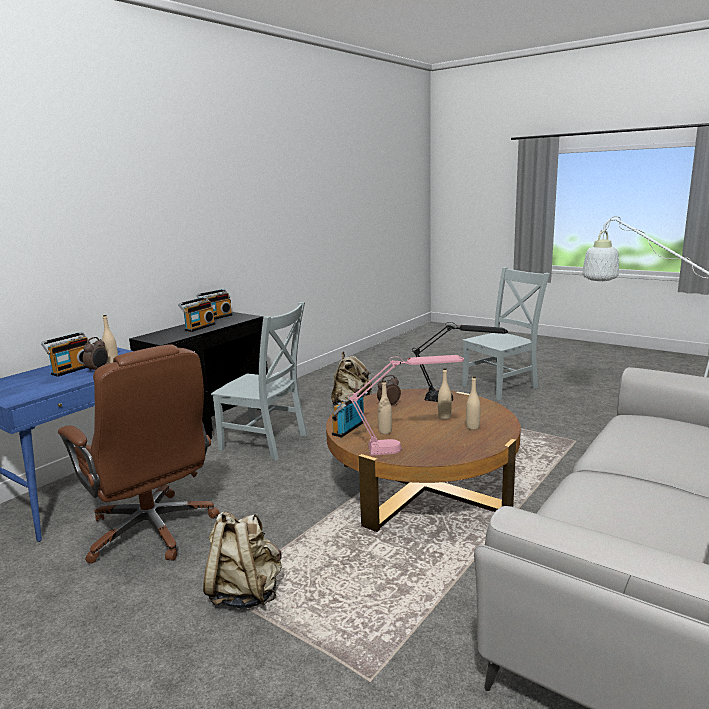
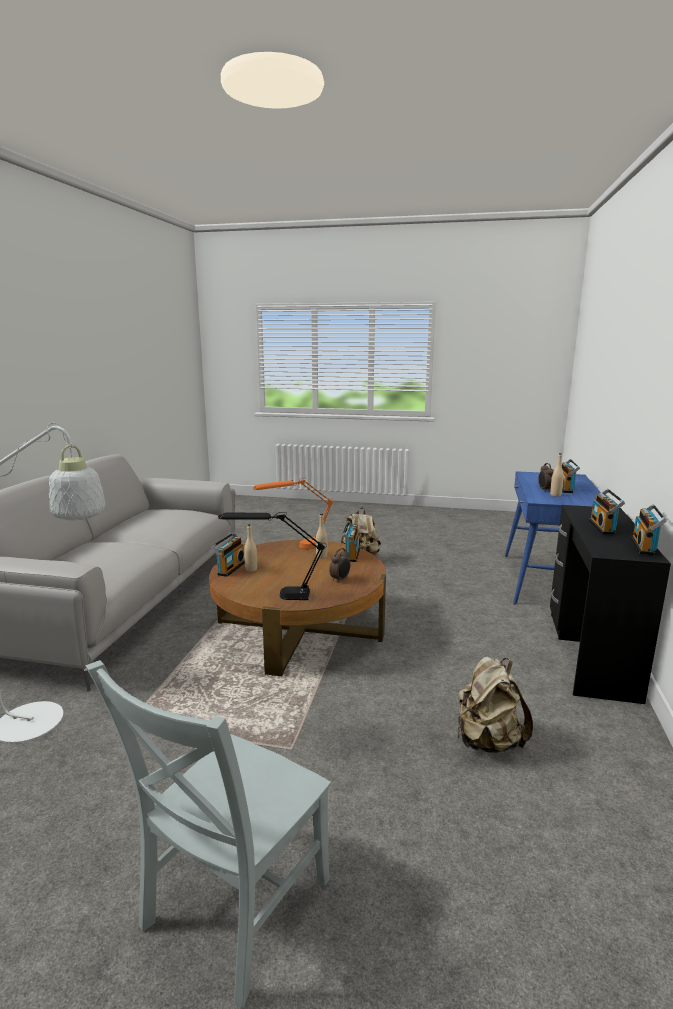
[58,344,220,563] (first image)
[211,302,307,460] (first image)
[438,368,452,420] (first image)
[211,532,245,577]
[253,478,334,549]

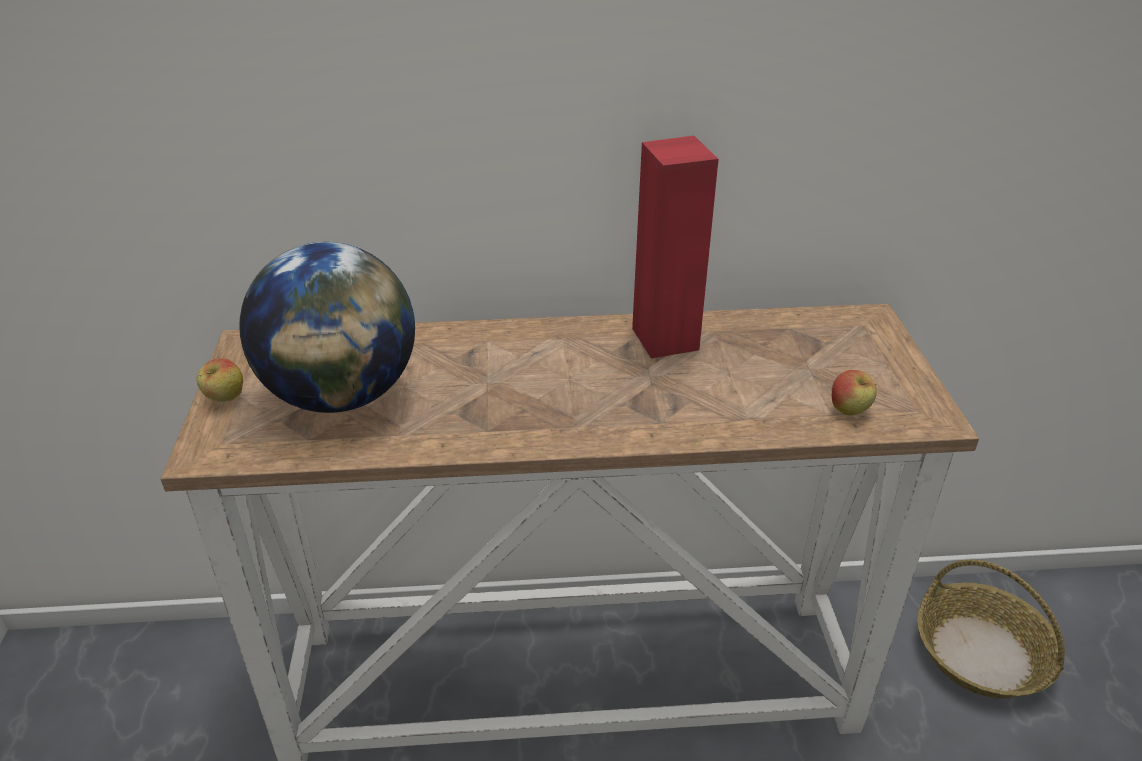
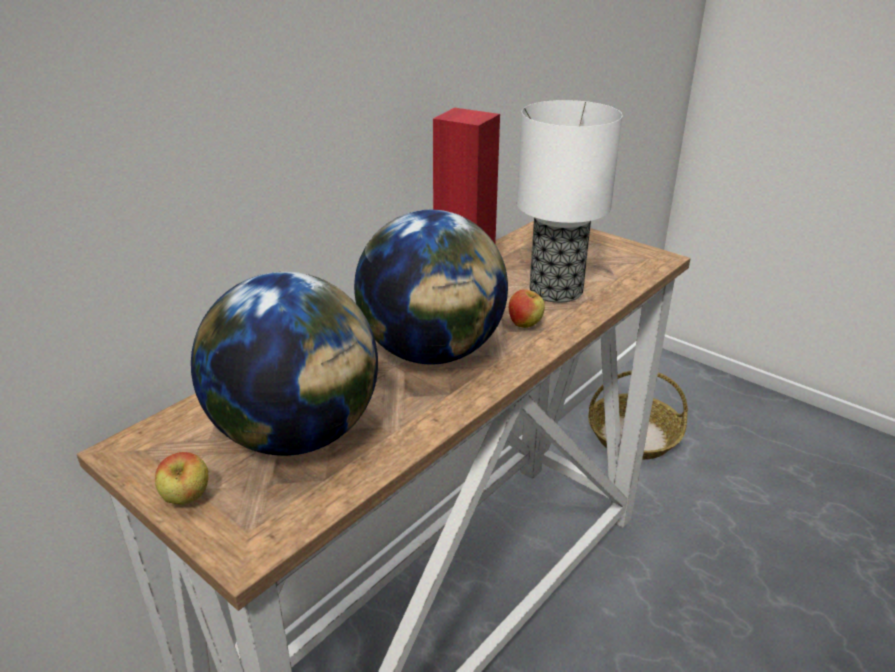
[354,210,508,364]
[517,100,622,303]
[509,289,545,328]

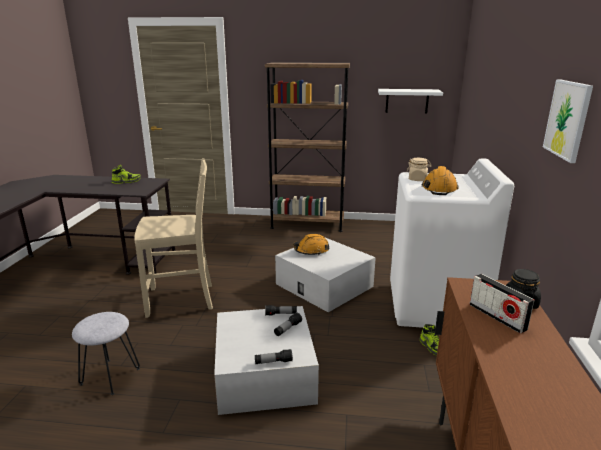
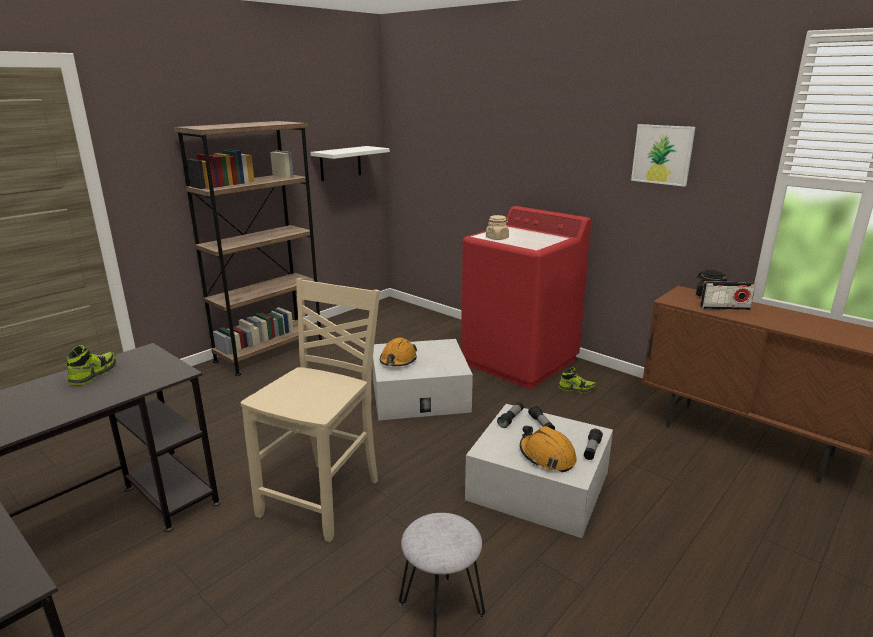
[520,425,577,472]
[461,206,591,389]

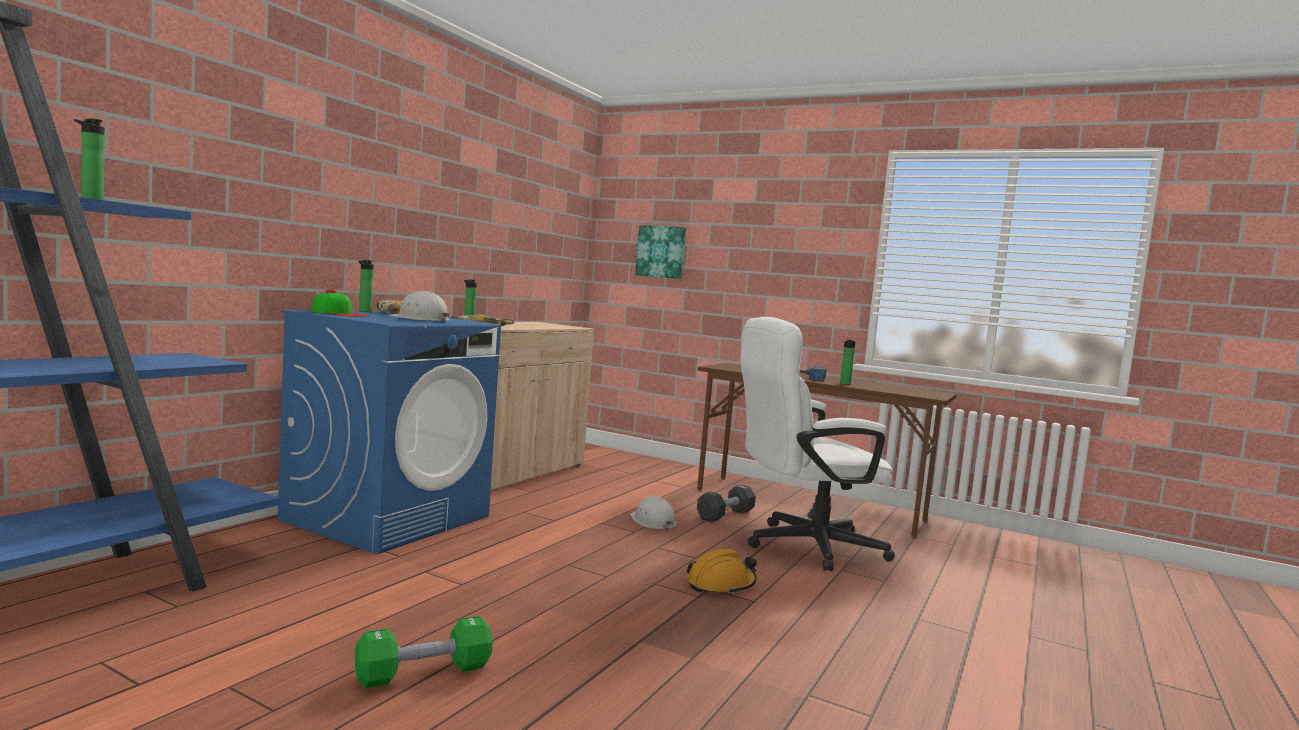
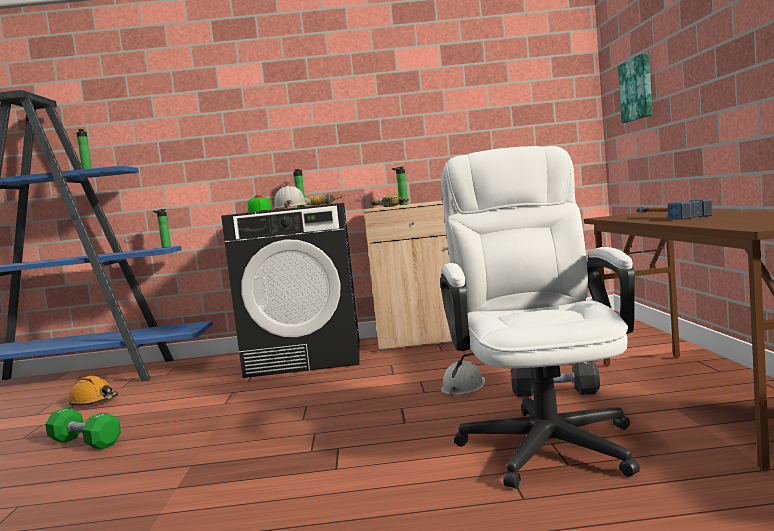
[68,376,118,407]
[153,209,171,248]
[221,203,360,378]
[440,146,640,489]

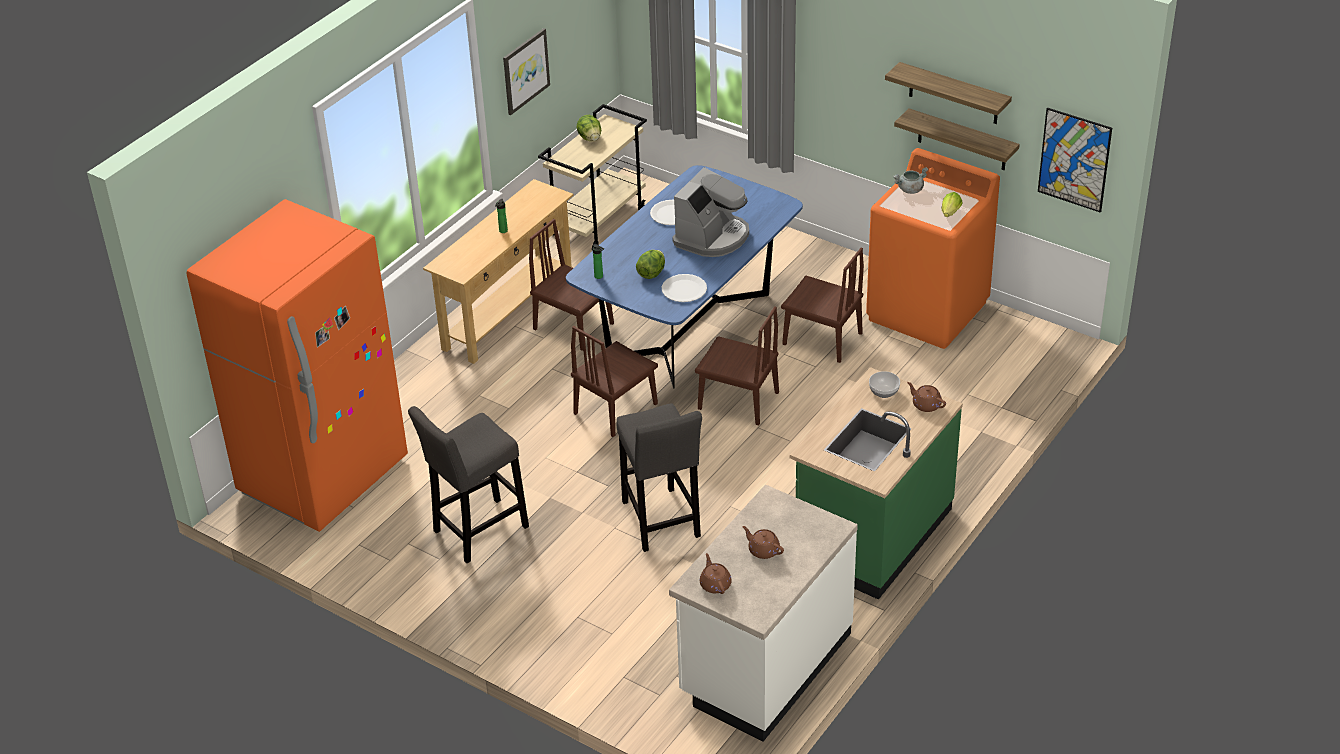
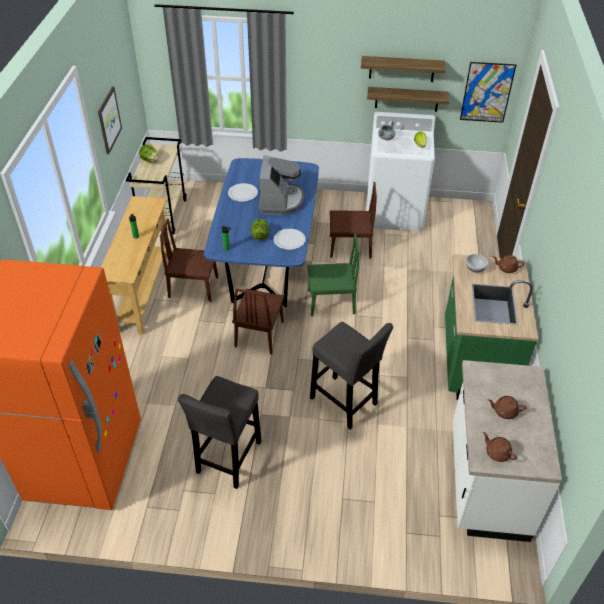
[307,234,360,316]
[366,112,435,232]

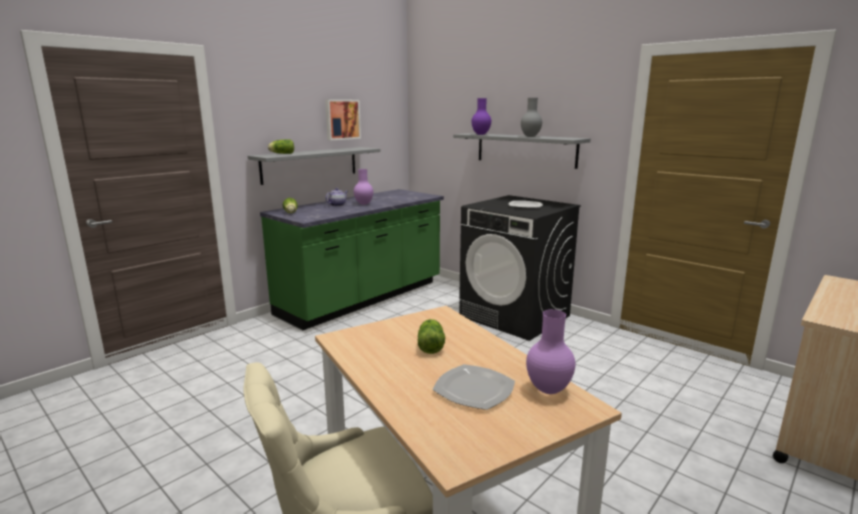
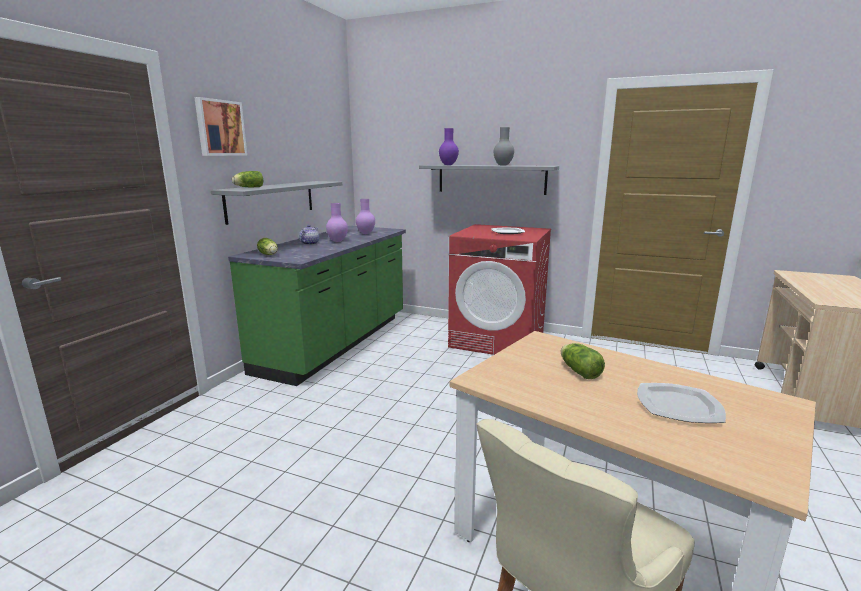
[194,97,247,156]
[356,199,375,234]
[448,224,551,355]

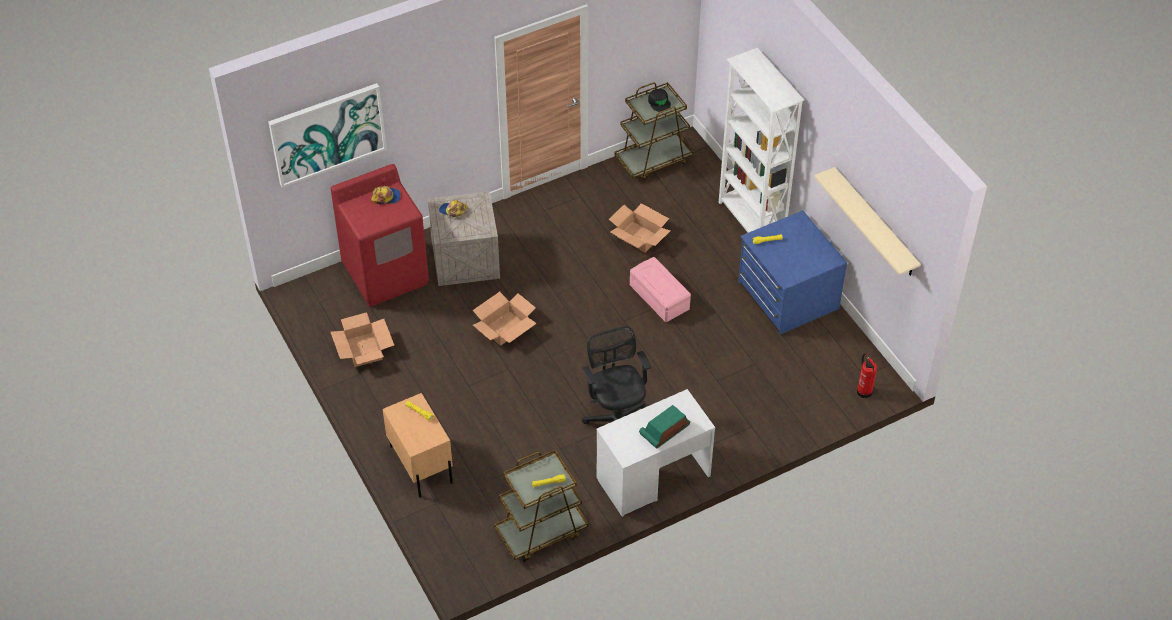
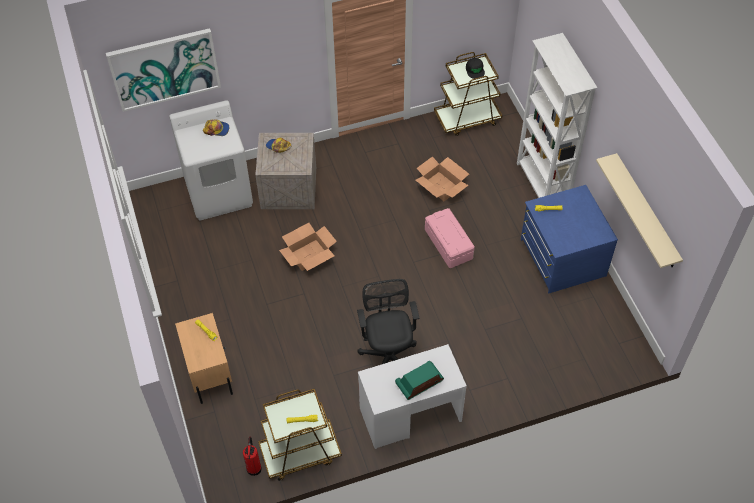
[331,312,394,367] (first image)
[243,437,262,476]
[169,100,253,221]

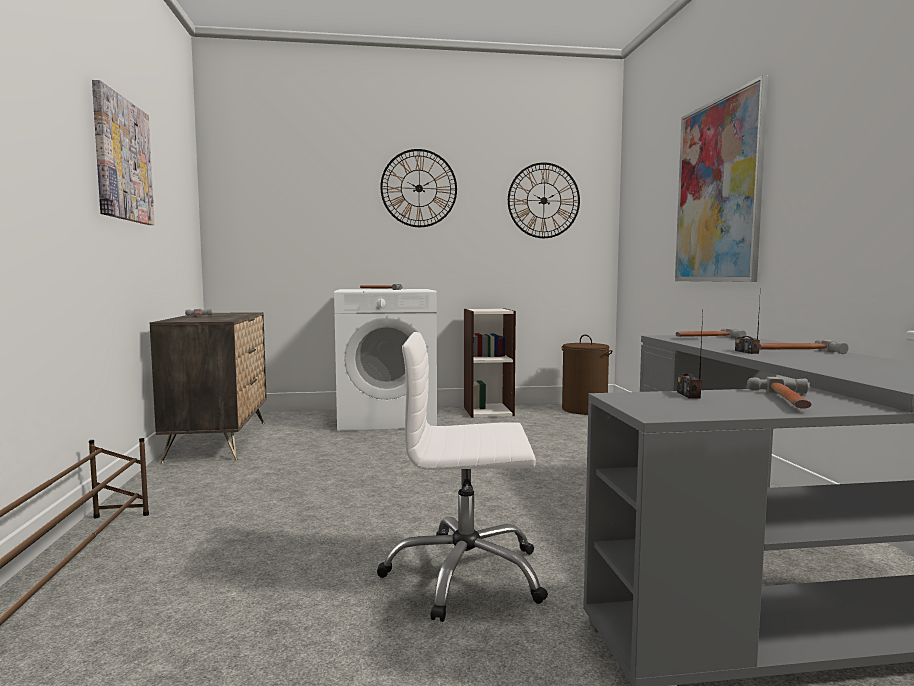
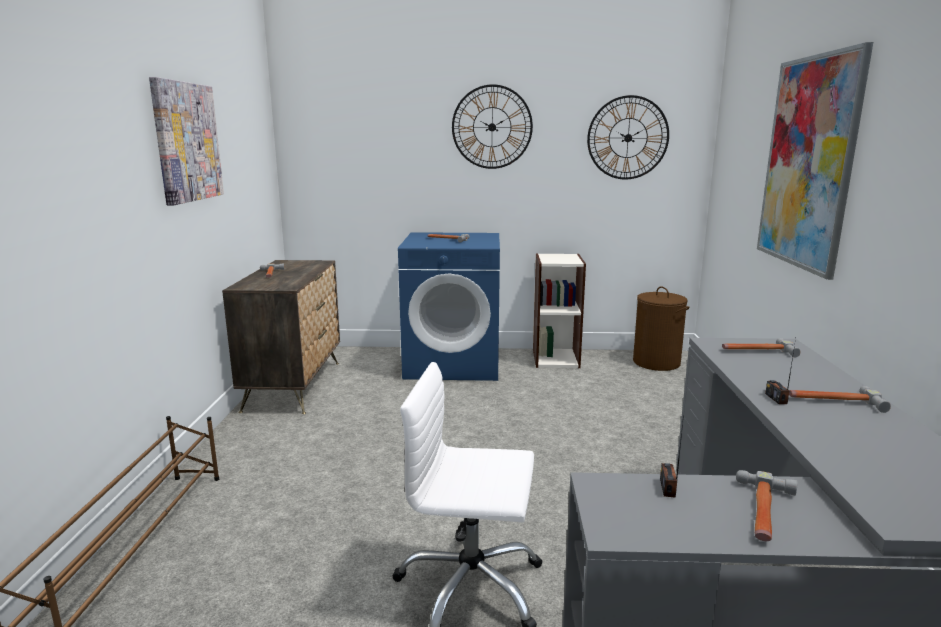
[398,232,500,381]

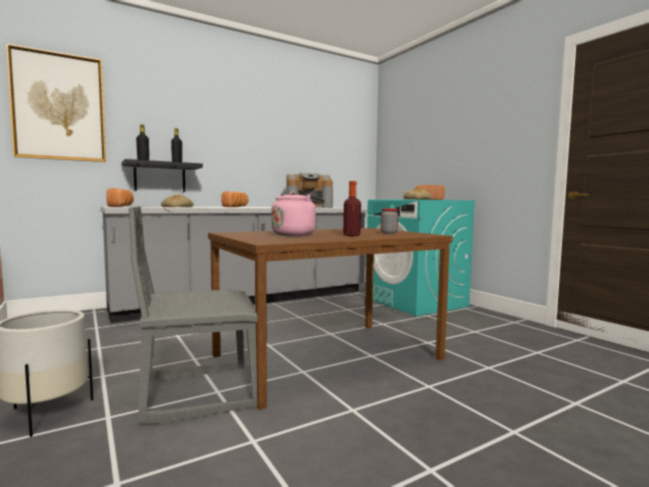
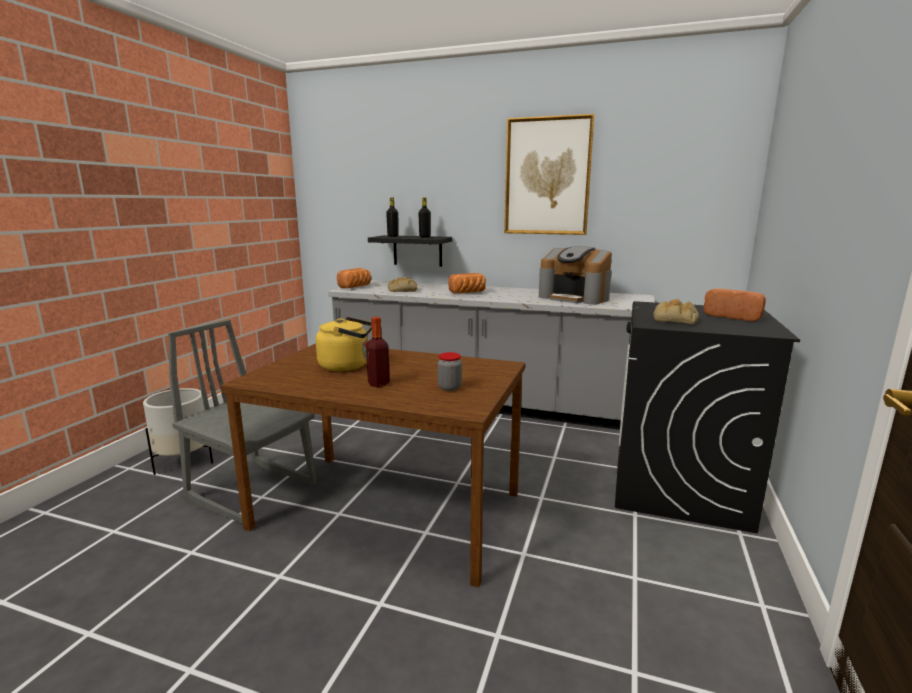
[504,114,595,235]
[316,317,372,371]
[615,301,800,534]

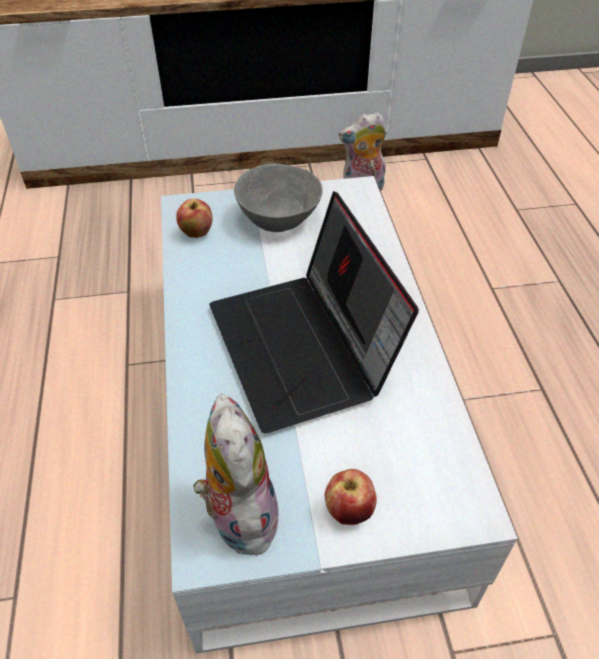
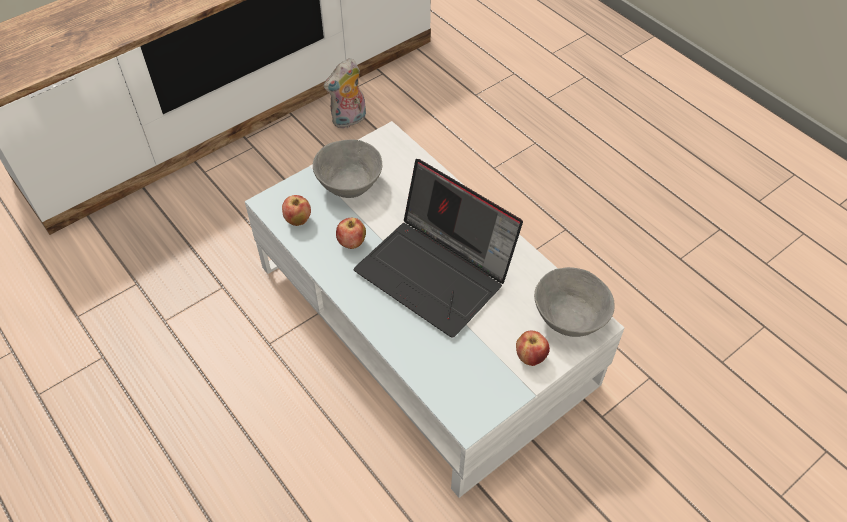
[193,394,279,555] (first image)
[336,218,366,249]
[534,267,615,337]

